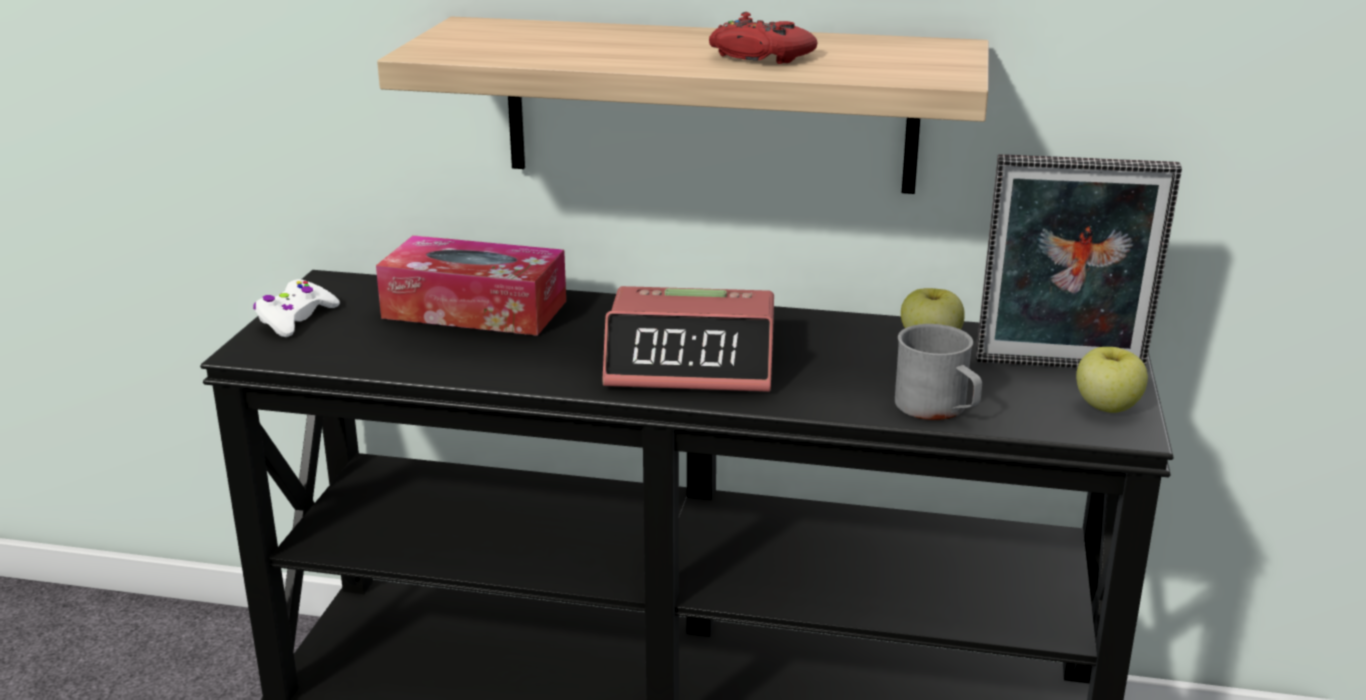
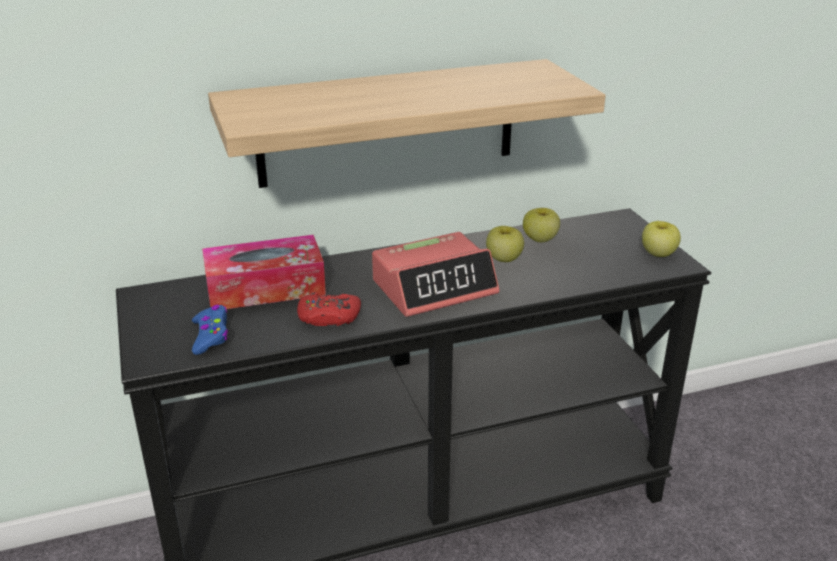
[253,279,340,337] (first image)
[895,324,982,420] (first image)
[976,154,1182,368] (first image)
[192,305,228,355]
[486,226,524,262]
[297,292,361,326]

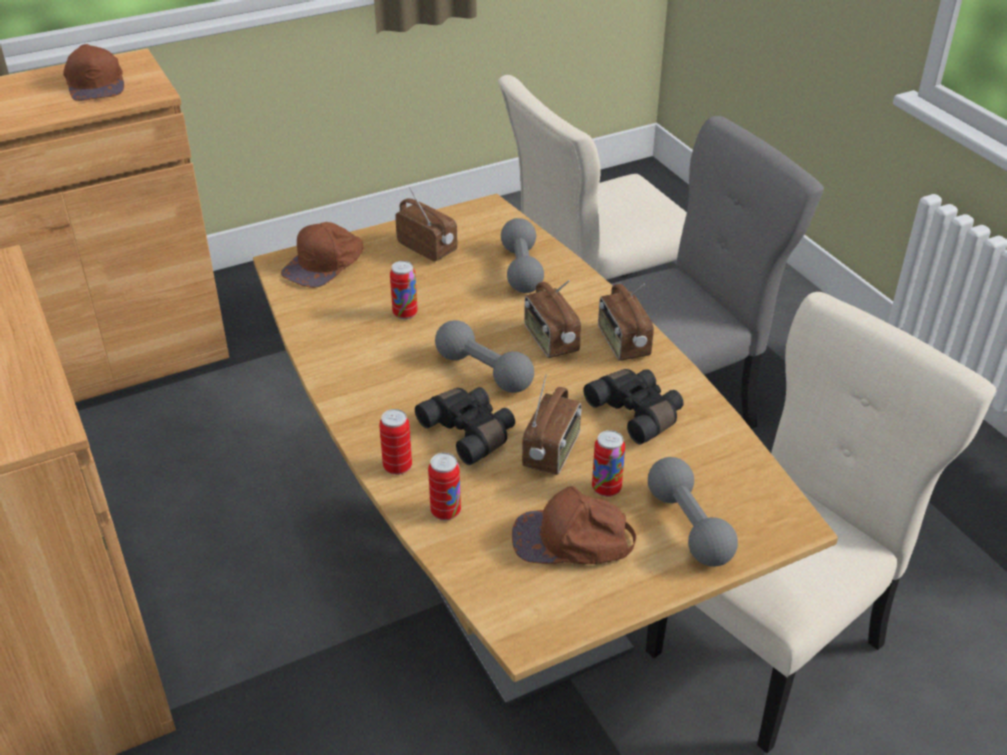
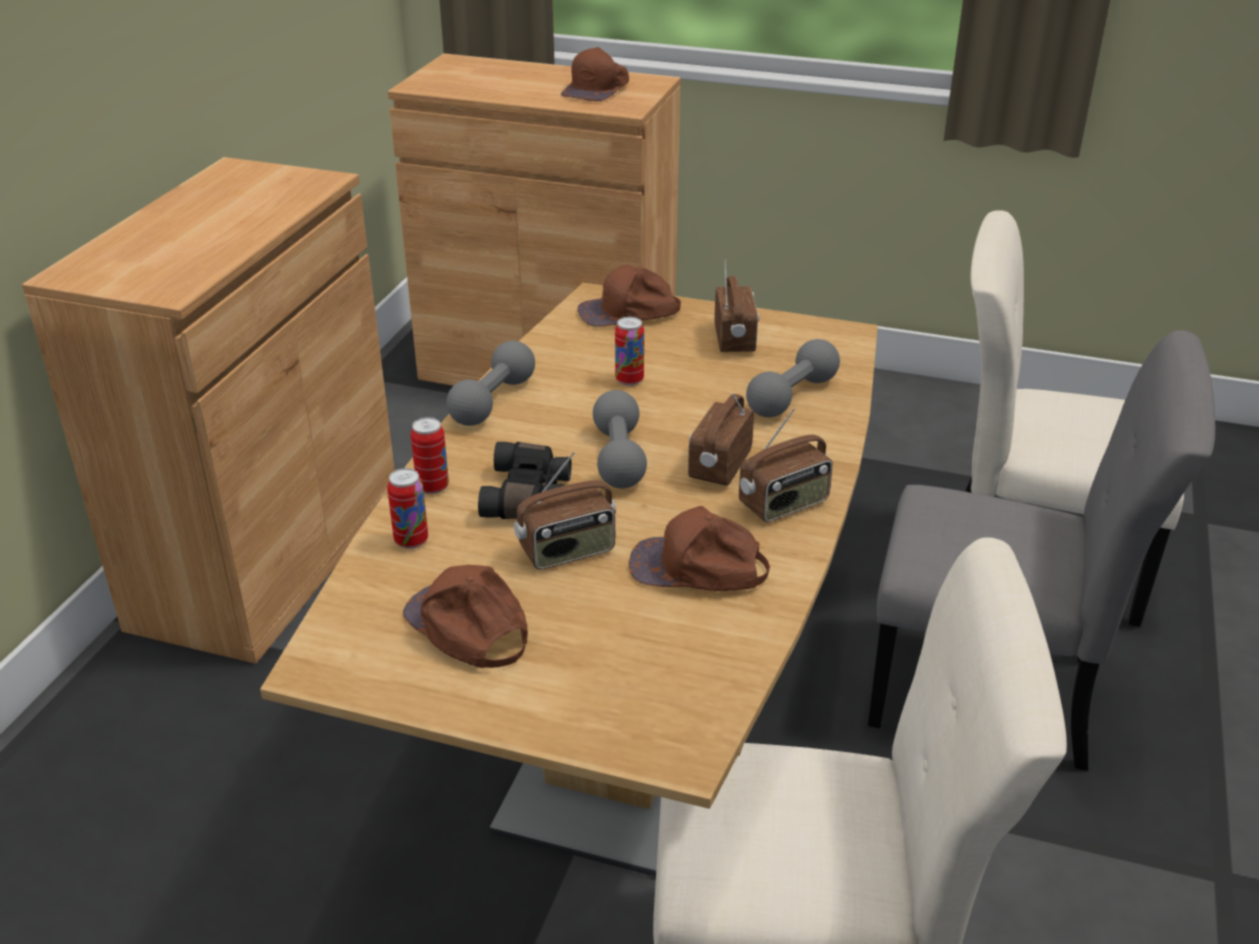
[592,430,625,497] (first image)
[446,341,535,426]
[629,506,770,591]
[739,408,833,522]

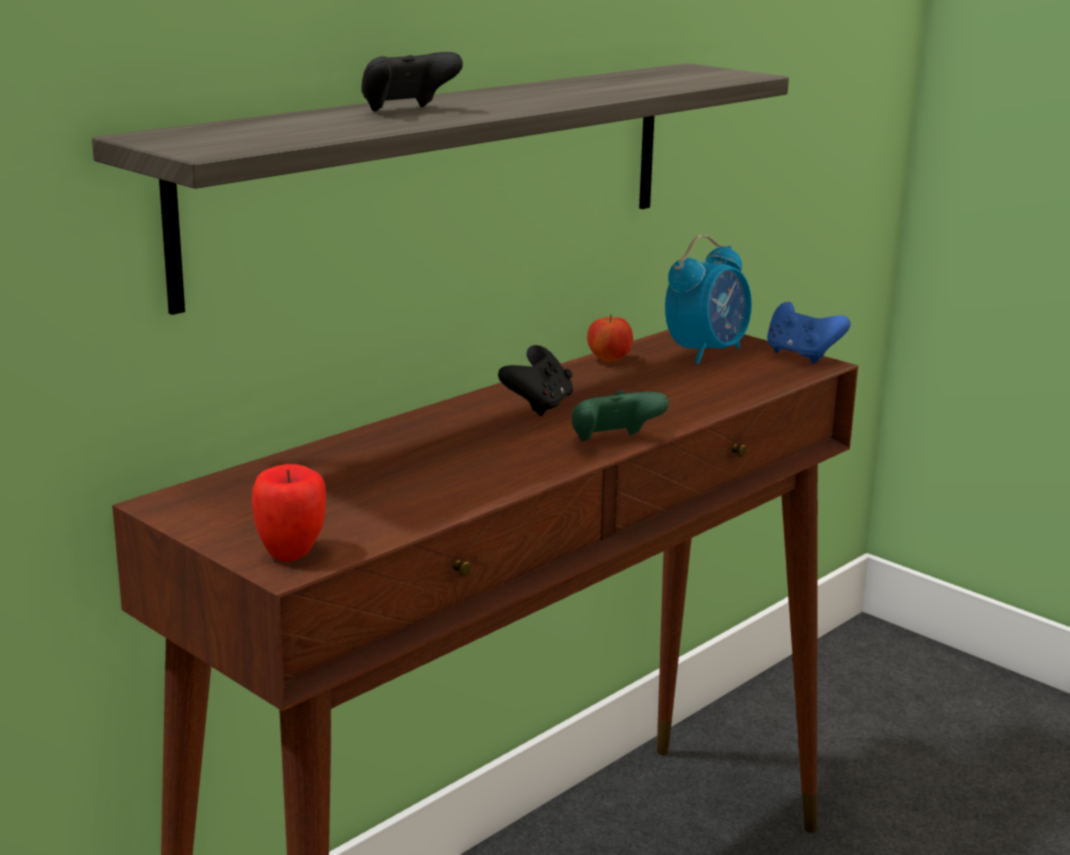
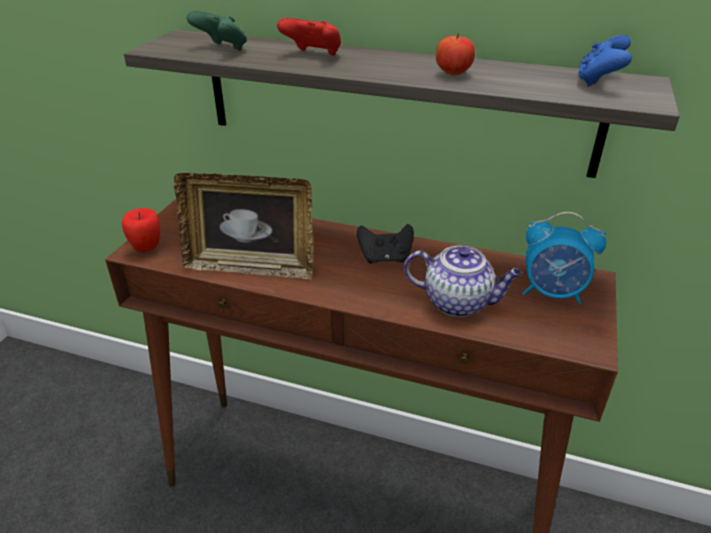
[174,173,313,280]
[404,246,522,317]
[187,11,247,51]
[436,34,475,76]
[578,35,632,87]
[277,18,341,56]

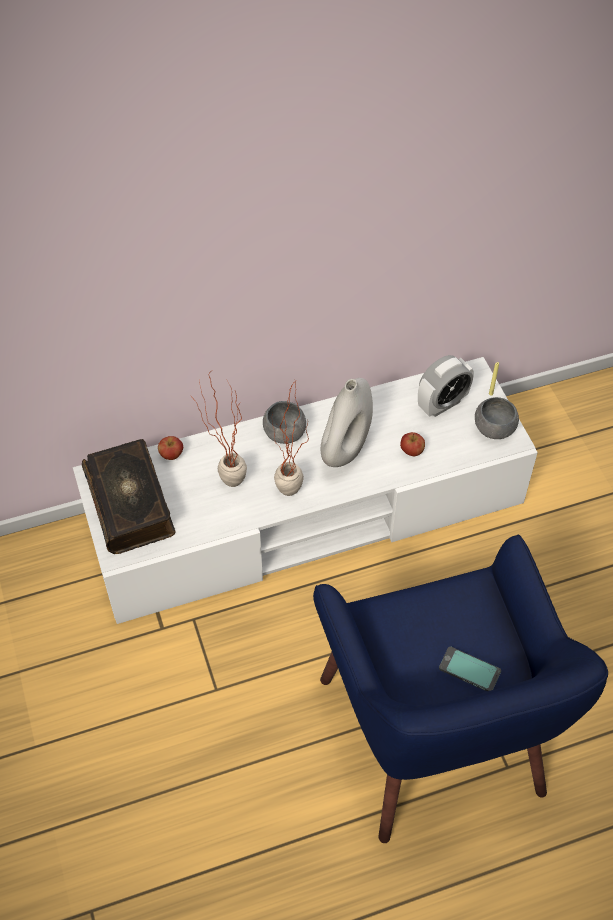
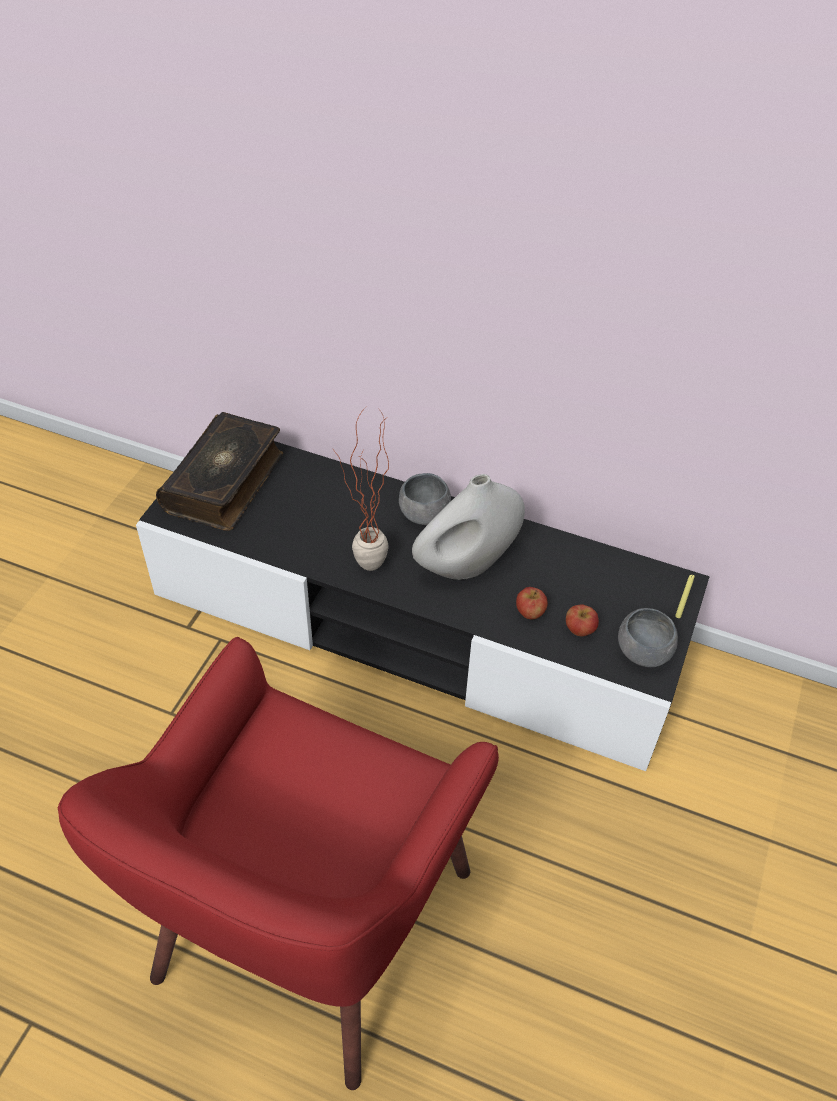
[191,372,247,487] (first image)
[418,355,474,417] (first image)
[439,646,501,691] (first image)
[566,604,599,636]
[136,441,710,771]
[58,637,499,1090]

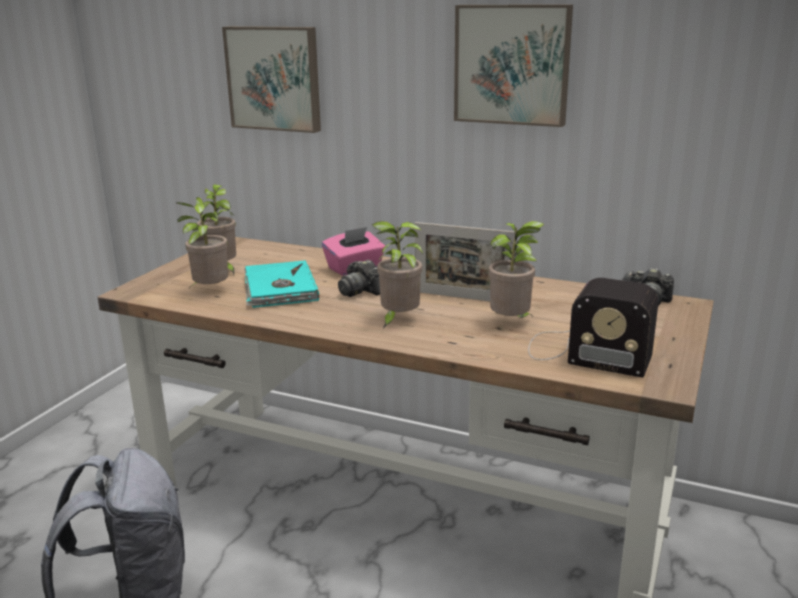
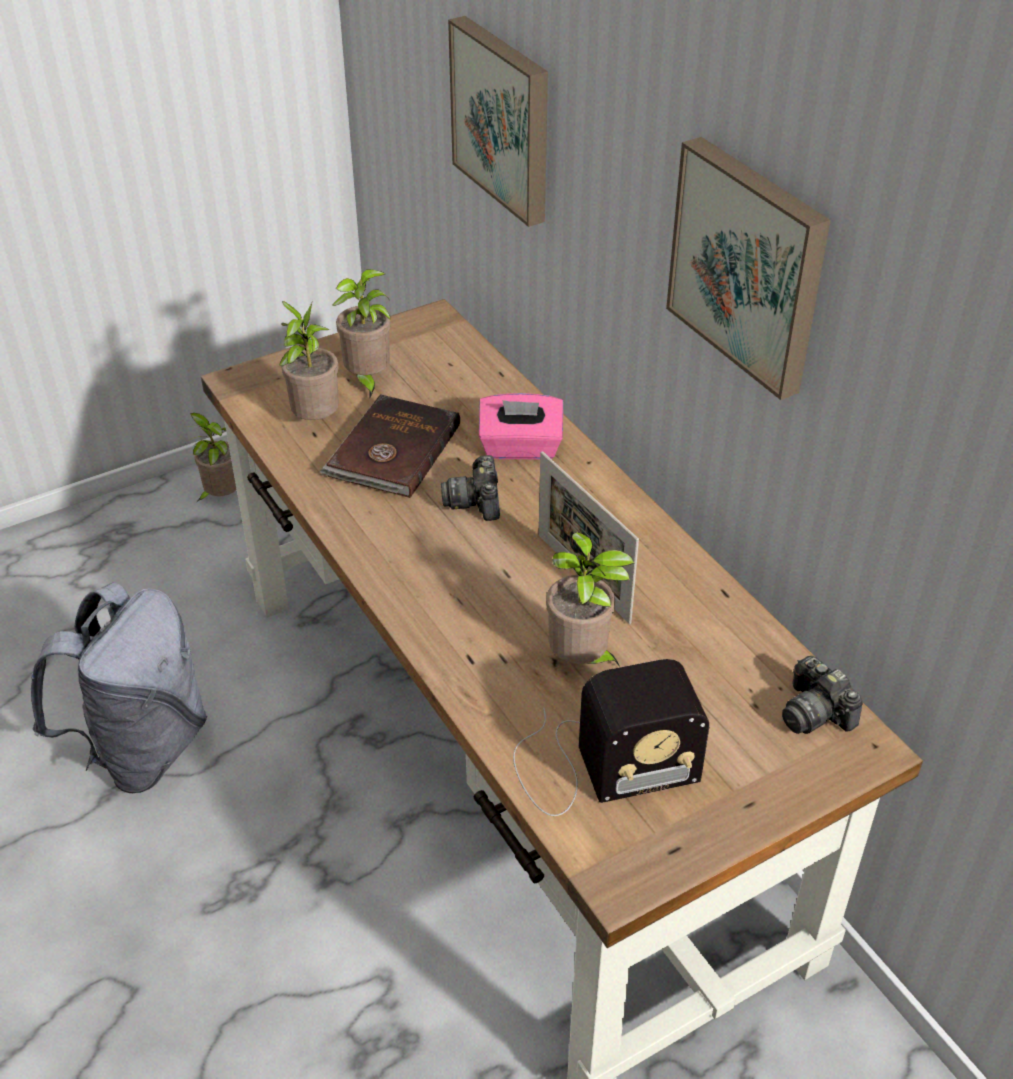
[187,413,237,501]
[320,394,460,498]
[513,659,709,816]

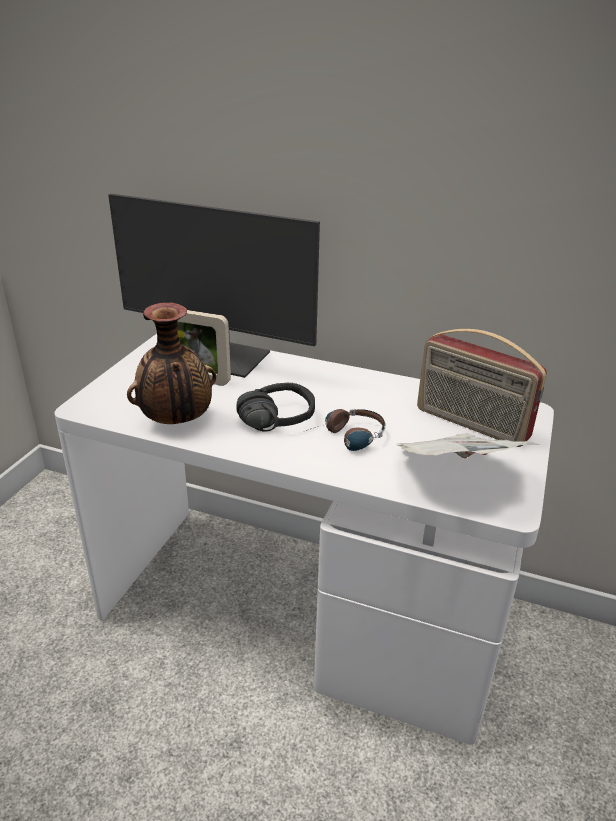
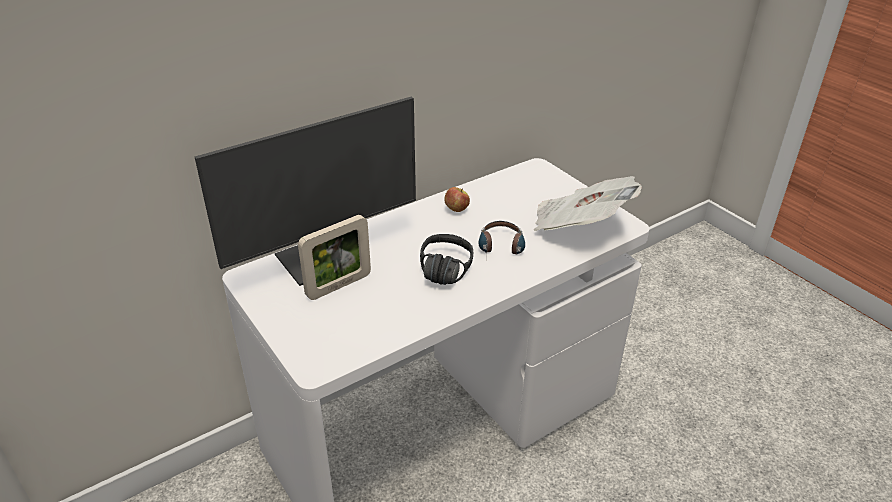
[127,303,216,424] (first image)
[417,329,547,447] (first image)
[444,187,470,212]

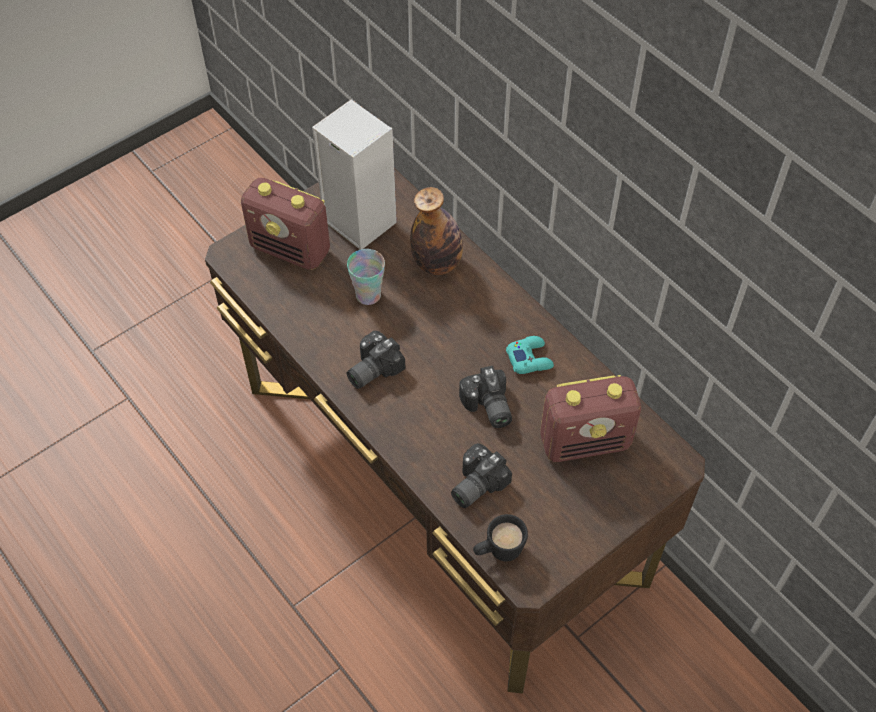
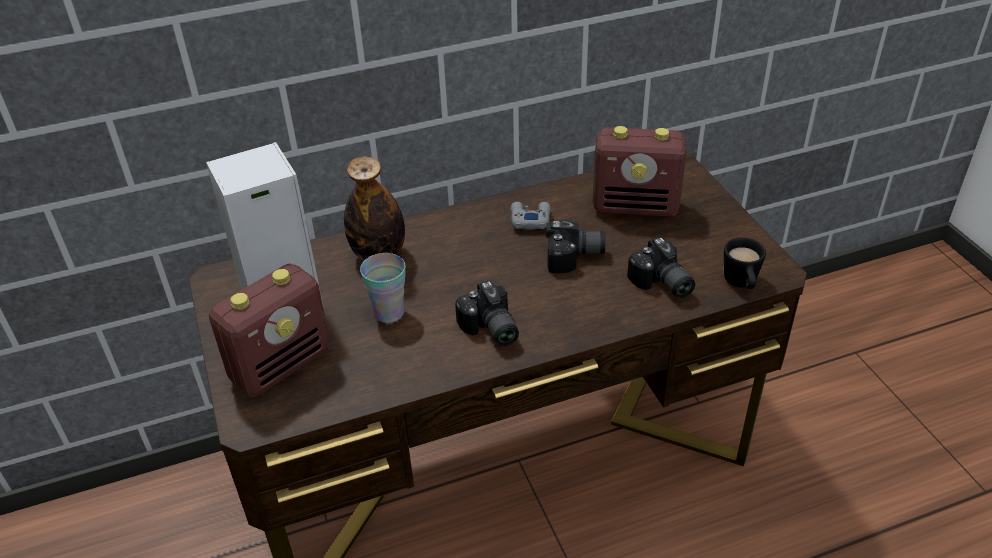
[511,202,551,230]
[593,126,686,217]

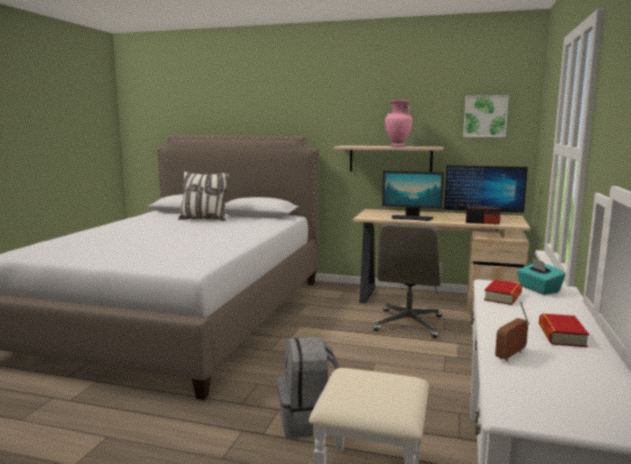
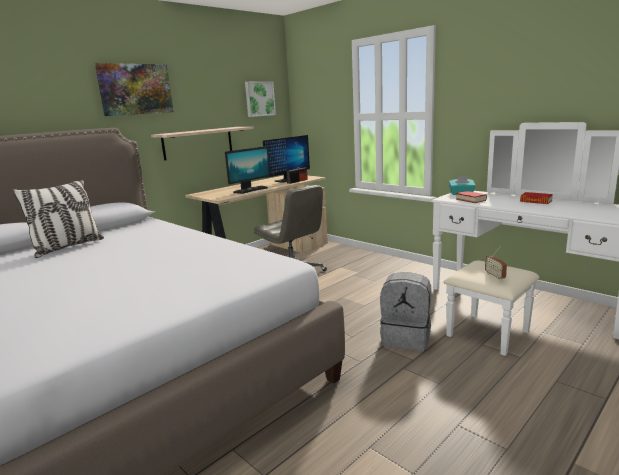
[385,100,413,147] (first image)
[95,63,174,116]
[485,246,507,280]

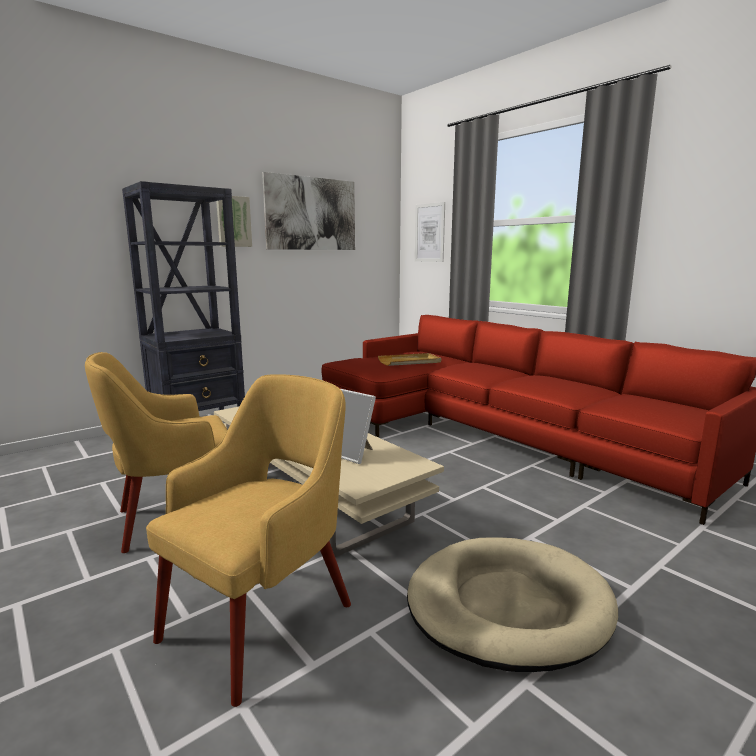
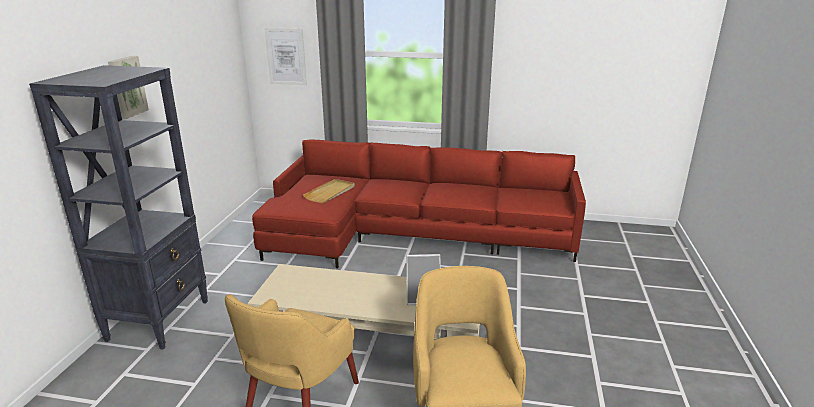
[262,172,355,250] (first image)
[407,537,618,672] (first image)

